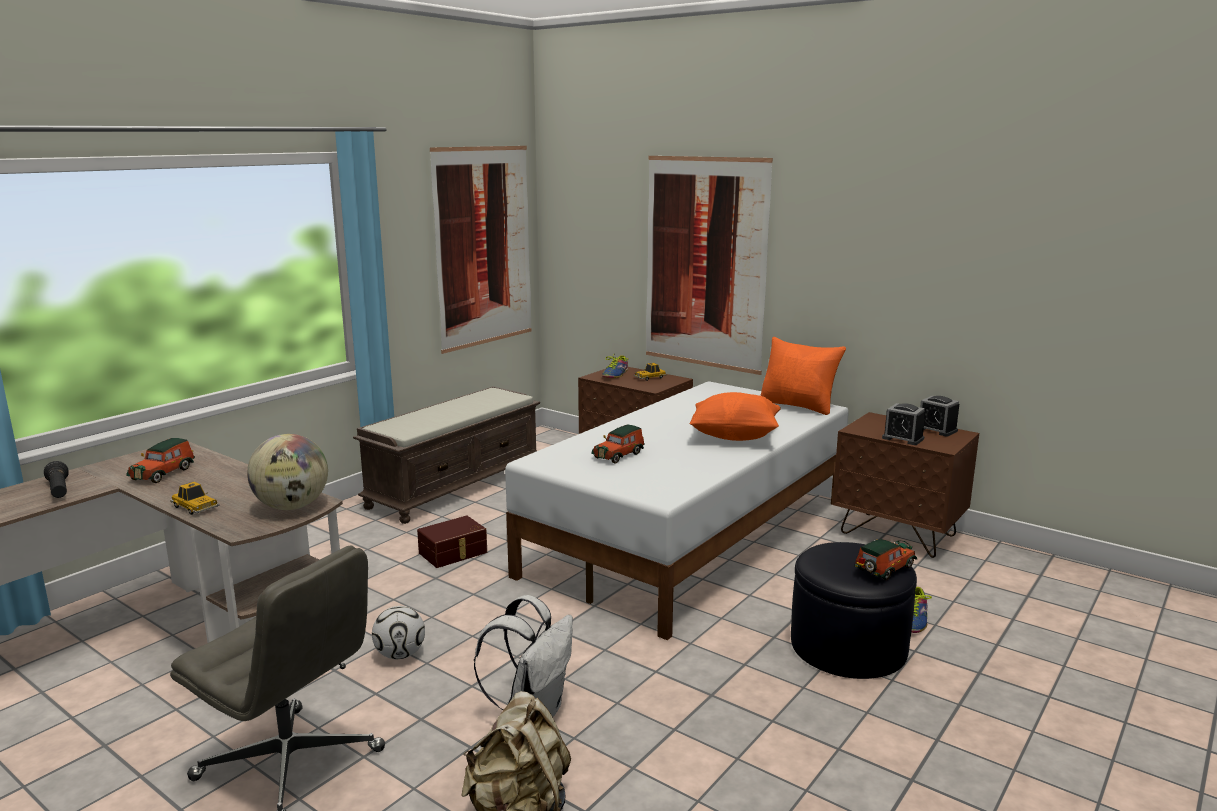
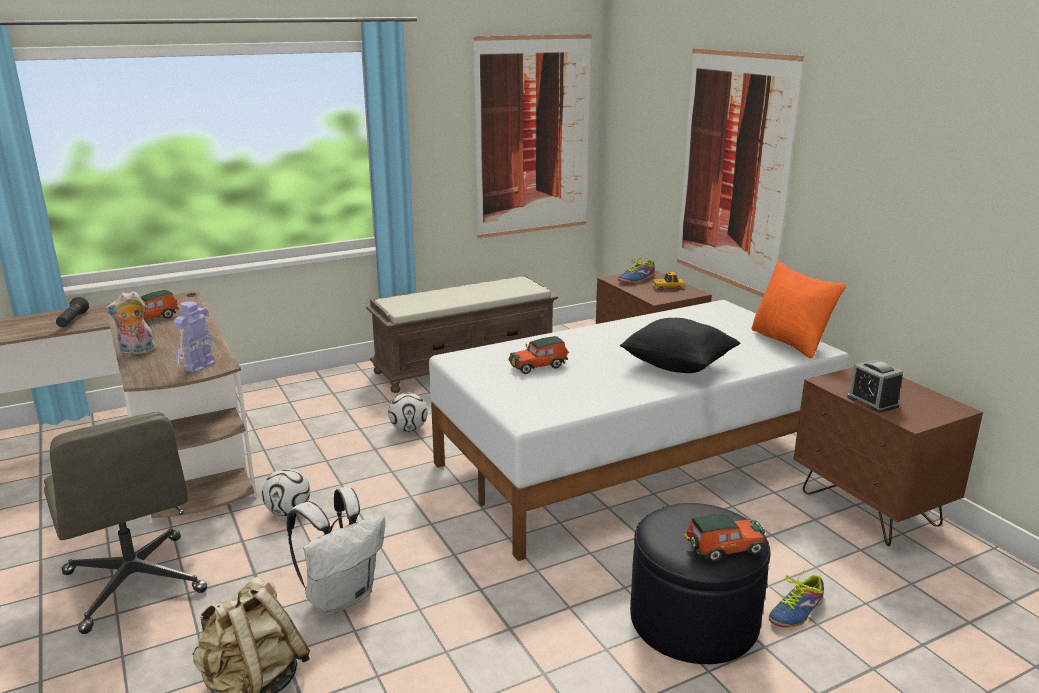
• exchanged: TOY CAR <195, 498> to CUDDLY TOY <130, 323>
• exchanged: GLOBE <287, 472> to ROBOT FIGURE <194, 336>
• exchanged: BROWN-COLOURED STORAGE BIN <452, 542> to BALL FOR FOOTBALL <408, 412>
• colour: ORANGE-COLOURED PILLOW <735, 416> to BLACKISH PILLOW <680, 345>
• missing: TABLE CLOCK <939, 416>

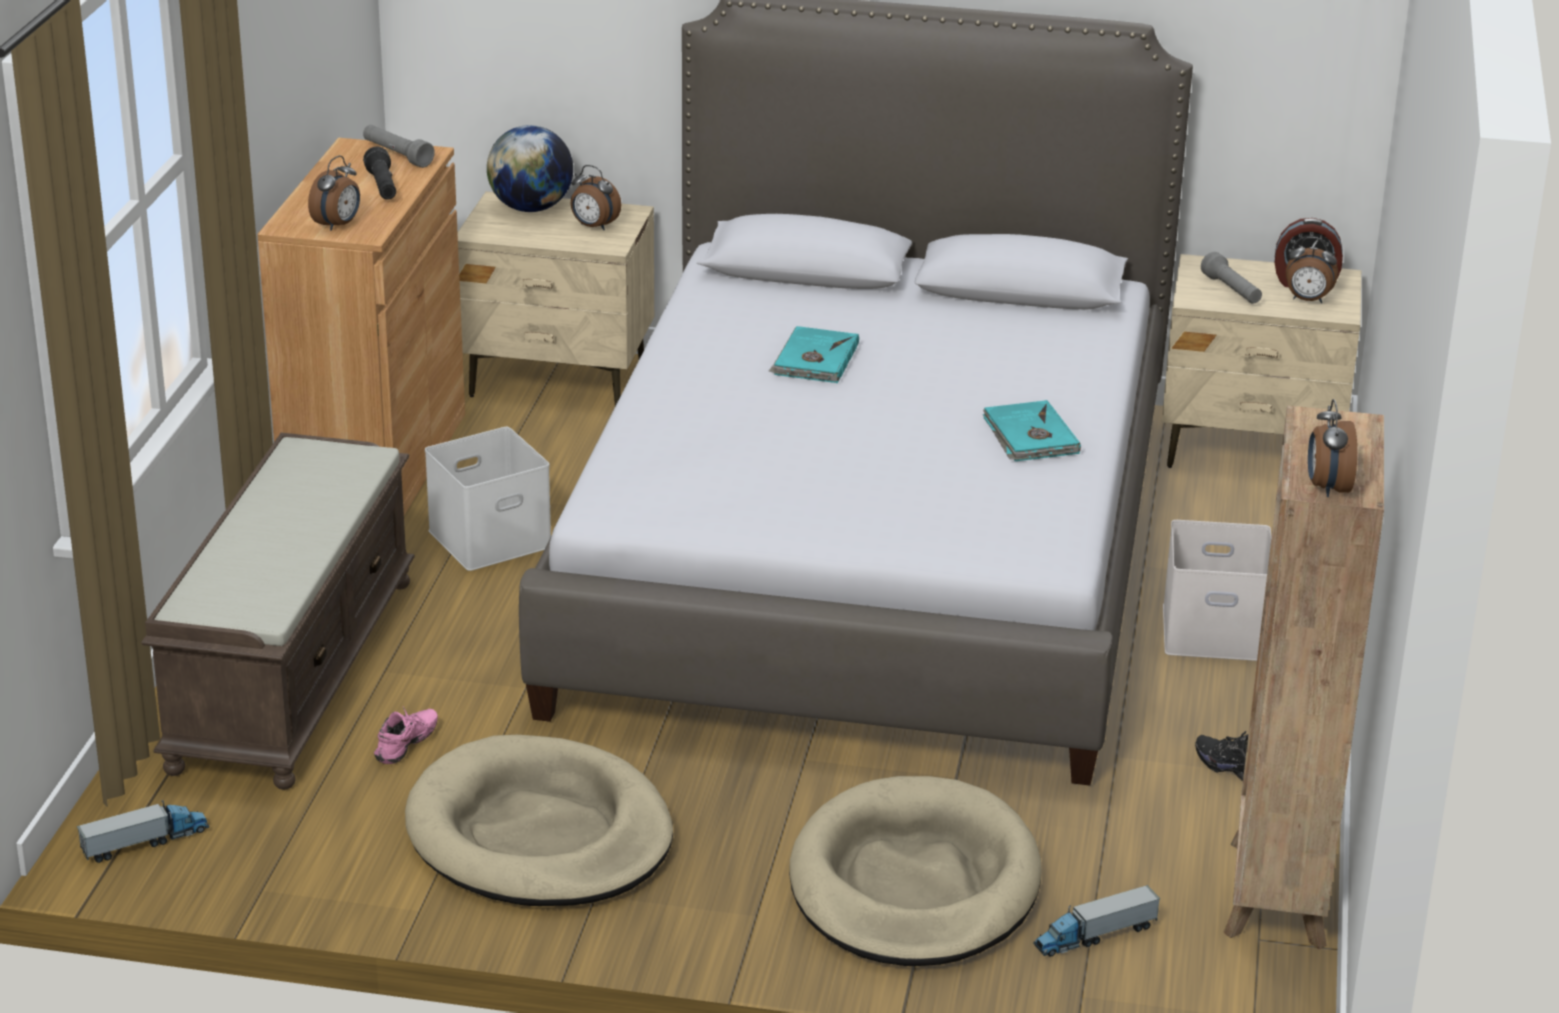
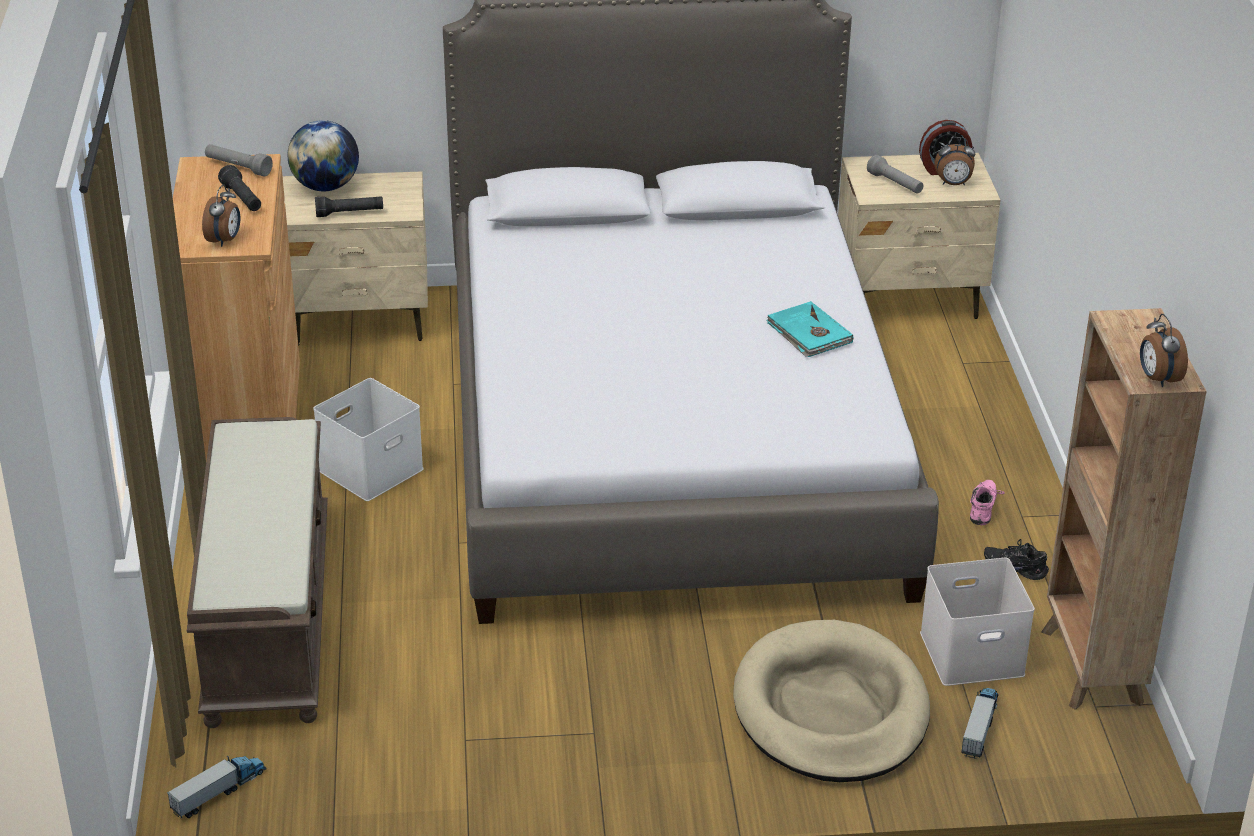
• appeared: BLACKISH HAND TORCH <349, 206>
• relocated: WHITISH STORAGE BIN <1217, 590> to <977, 622>
• spun: TOY TRUCK <1096, 921> = <979, 723> 150 degrees clockwise
• relocated: PINK-COLOURED LOW SHOE <406, 735> to <987, 502>
• missing: BEIGE PET BED <539, 820>
• missing: TABLE CLOCK <596, 197>
• missing: TURQUOISE-COLOURED VOLUME <814, 354>

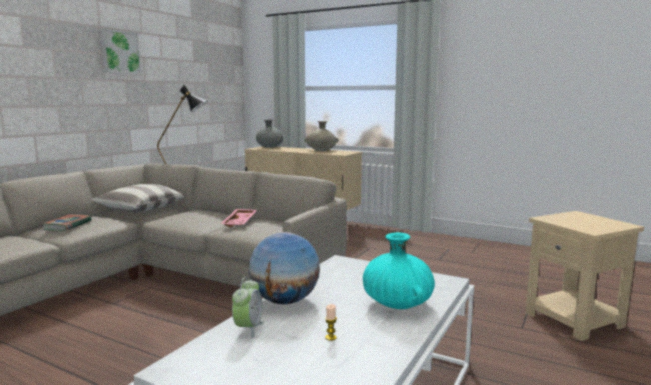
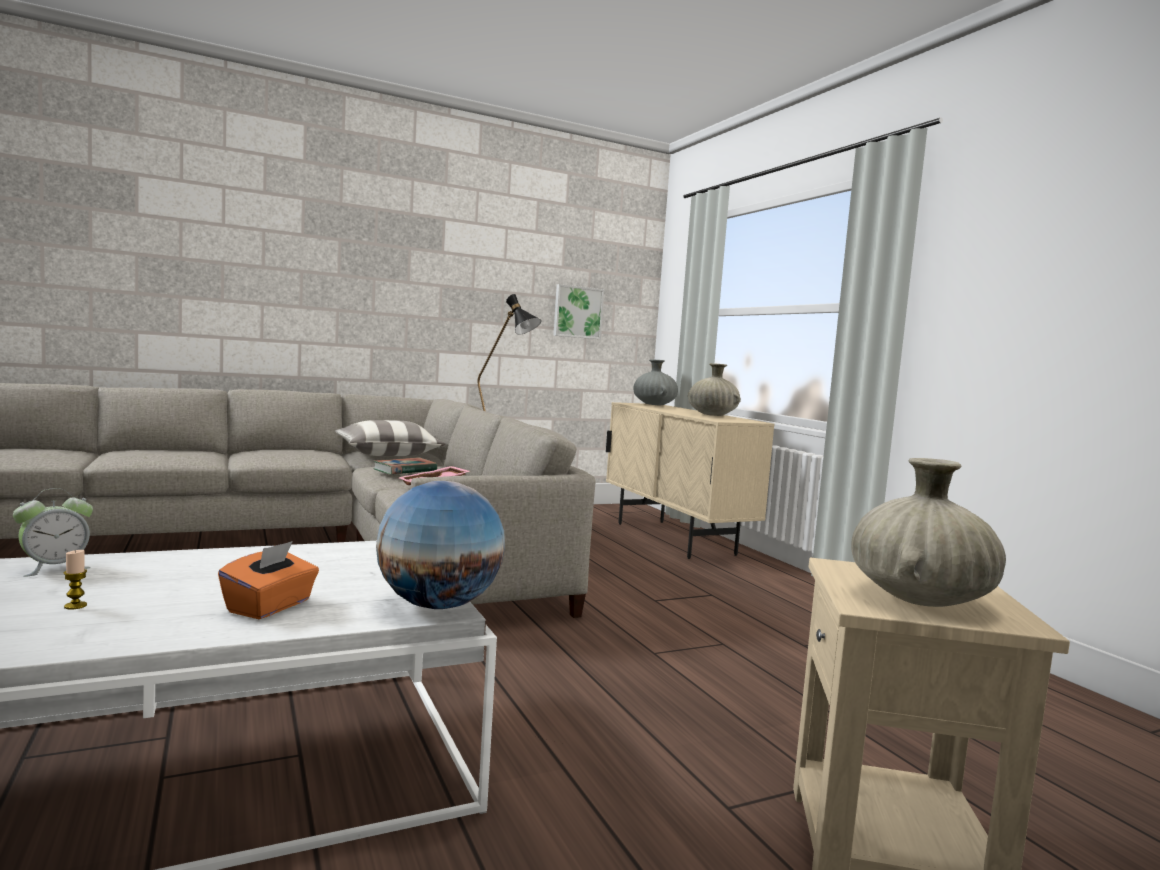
• exchanged: TURQUOISE-COLOURED FLOWER VASE <399, 270> to ORANGE-COLOURED TISSUE BOX <268, 580>
• relocated: VOLUME <67, 222> to <405, 465>
• relocated: GLOBE <284, 268> to <440, 545>
• relocated: WALL ART <120, 51> to <578, 311>
• appeared: BEIGE FLOWER VASE <928, 532>

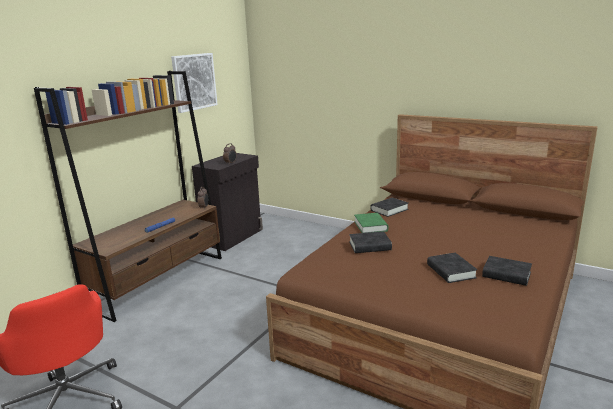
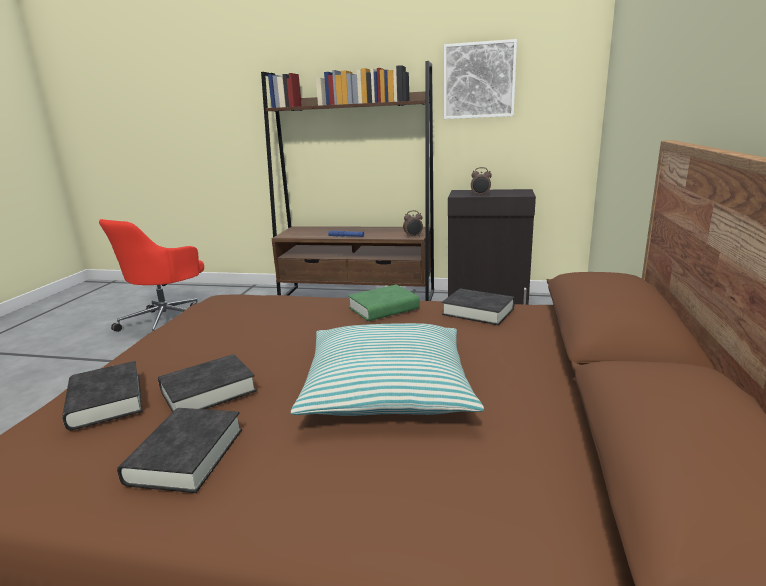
• relocated: BLACKISH VOLUME <370, 242> to <102, 395>
• appeared: PILLOW <387, 369>

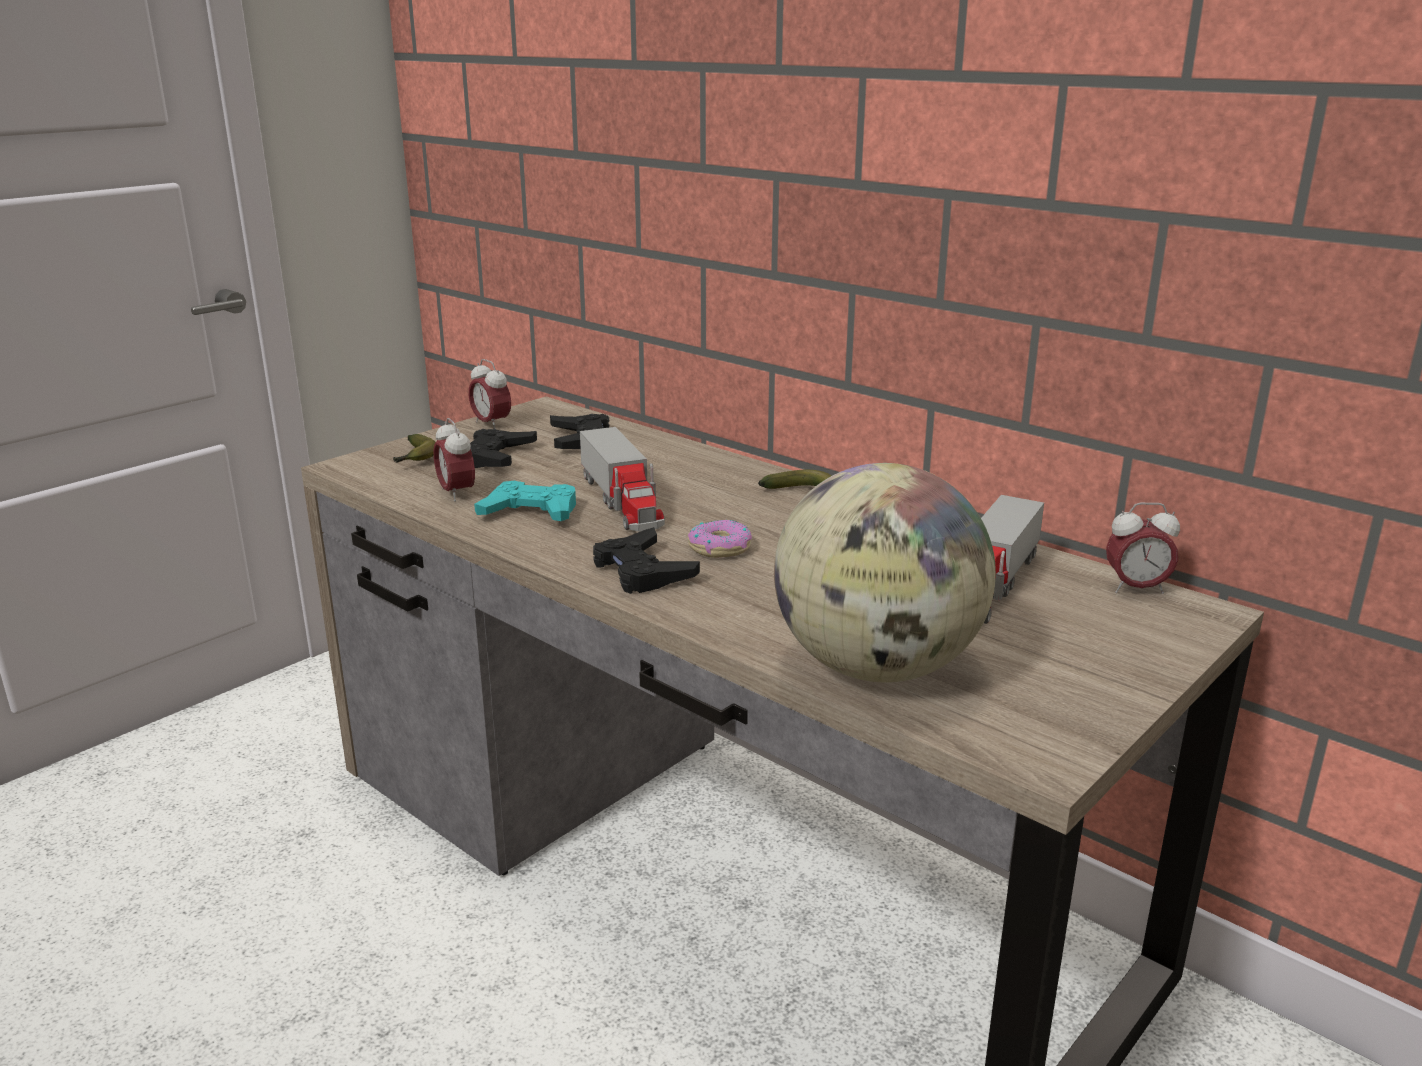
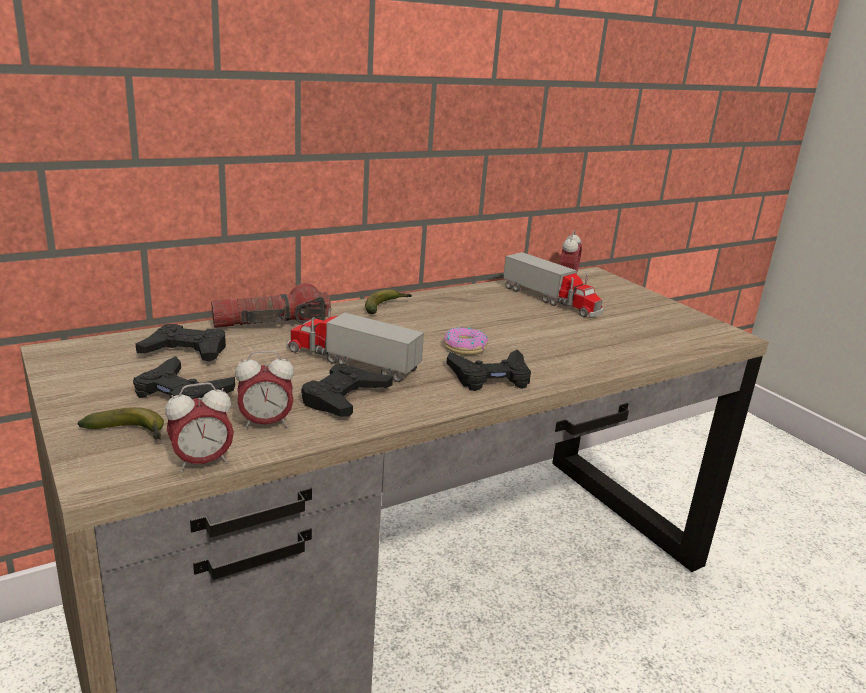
• relocated: TABLE CLOCK <490, 394> to <199, 427>
• appeared: HAND TORCH <271, 305>
• spun: TOY TRUCK <622, 479> = <355, 345> 150 degrees counterclockwise
• colour: TURQUOISE-COLOURED JOYPAD <525, 501> to BLACKISH JOYPAD <347, 390>
• missing: GLOBE <885, 573>

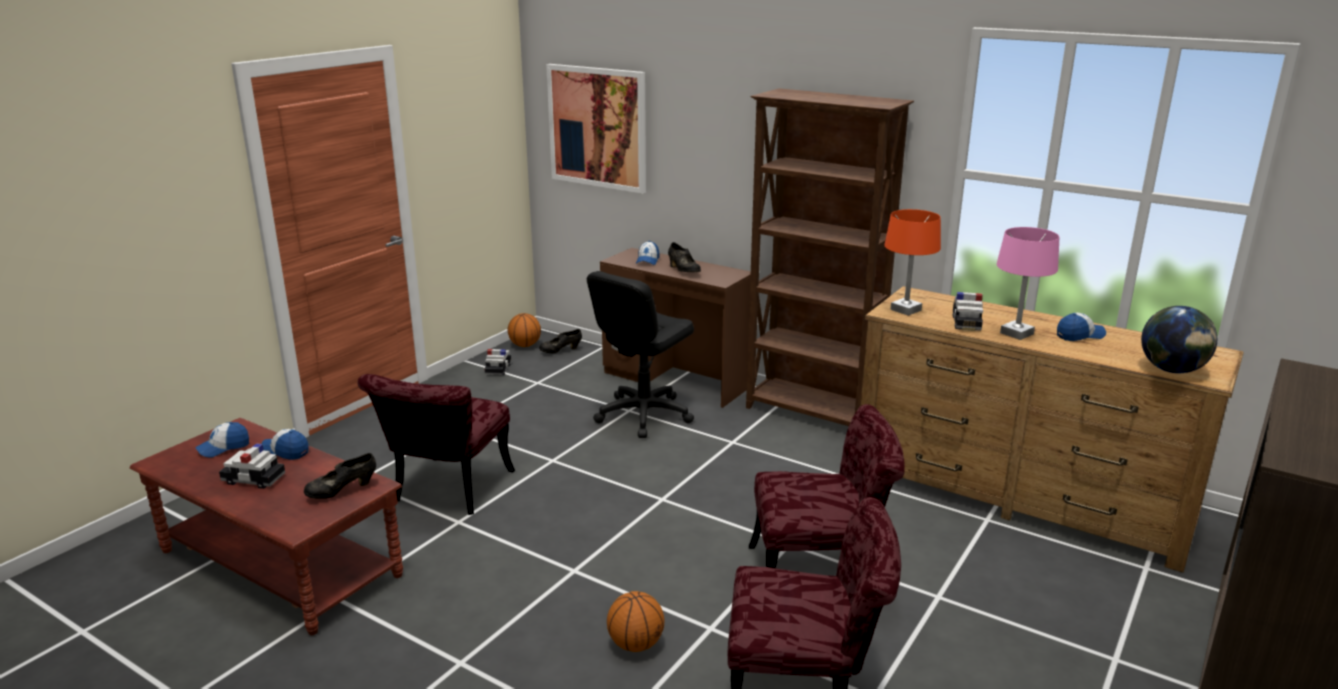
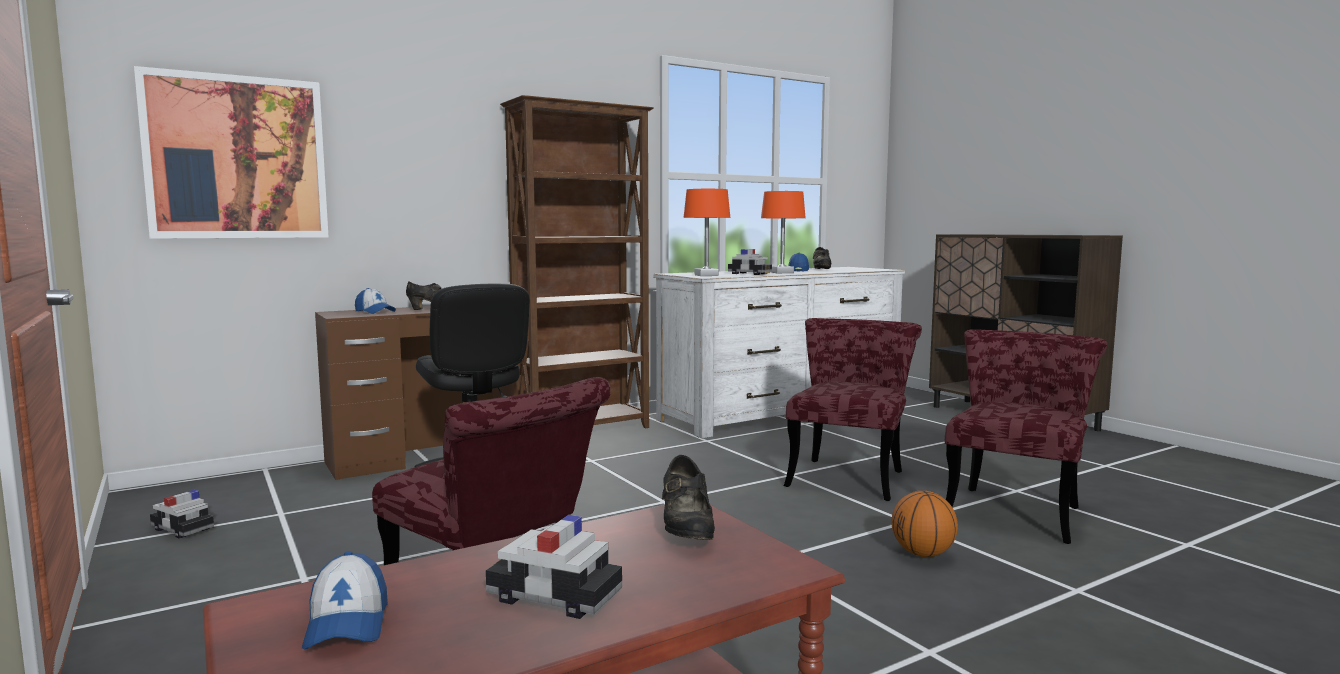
• spun: TOY CAR <252, 466> = <554, 567> 75 degrees clockwise
• colour: BROWN-COLOURED DRAWER CHEST <1052, 429> to WHITISH DRAWER CHEST <779, 352>
• colour: PINK-COLOURED TABLE LAMP <1028, 283> to ORANGE-COLOURED TABLE LAMP <783, 232>
• relocated: BLACKISH LOW SHOE <560, 341> to <822, 258>
• missing: PEAKED CAP <285, 444>
• missing: BALL FOR BASKETBALL <524, 330>
• missing: GLOBE <1179, 340>

